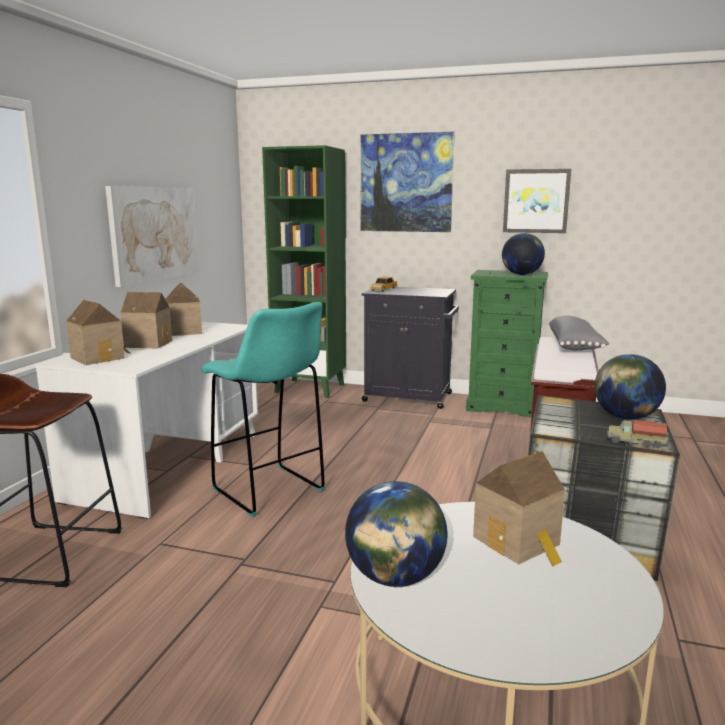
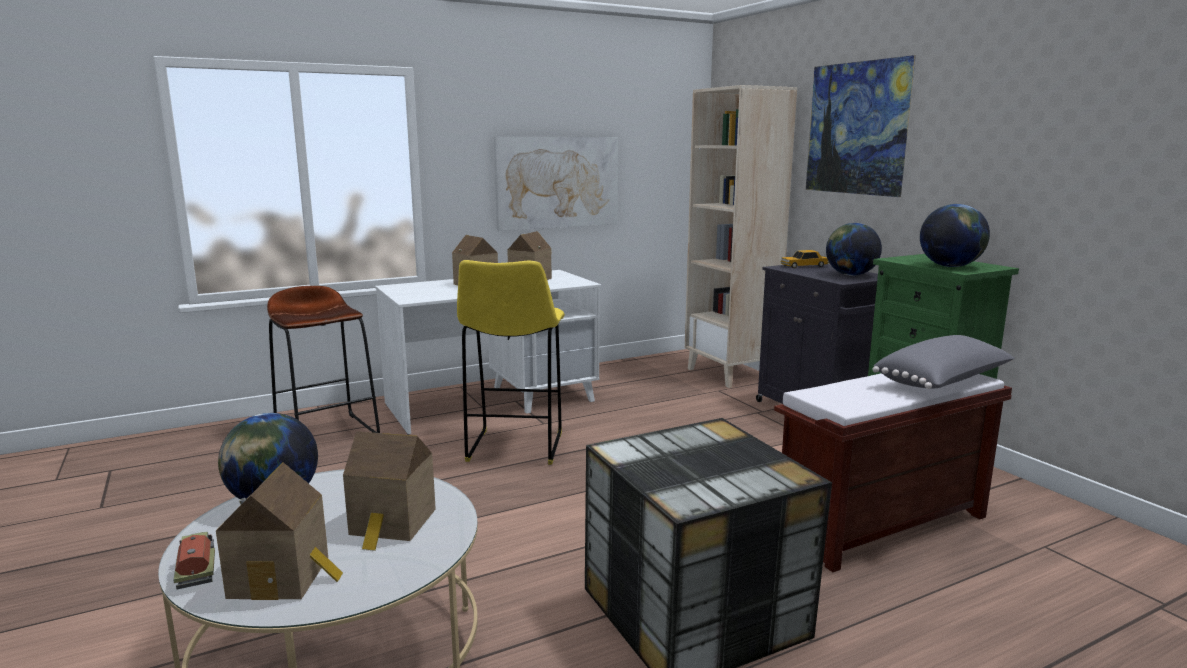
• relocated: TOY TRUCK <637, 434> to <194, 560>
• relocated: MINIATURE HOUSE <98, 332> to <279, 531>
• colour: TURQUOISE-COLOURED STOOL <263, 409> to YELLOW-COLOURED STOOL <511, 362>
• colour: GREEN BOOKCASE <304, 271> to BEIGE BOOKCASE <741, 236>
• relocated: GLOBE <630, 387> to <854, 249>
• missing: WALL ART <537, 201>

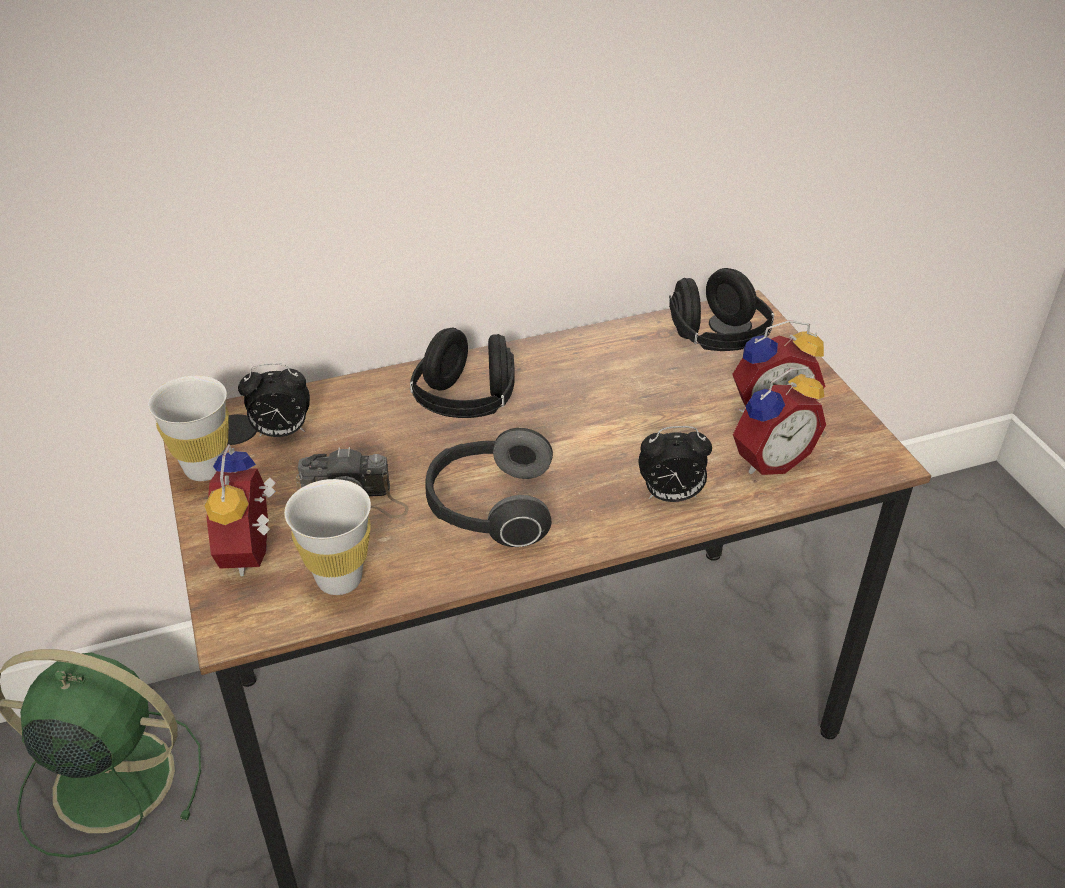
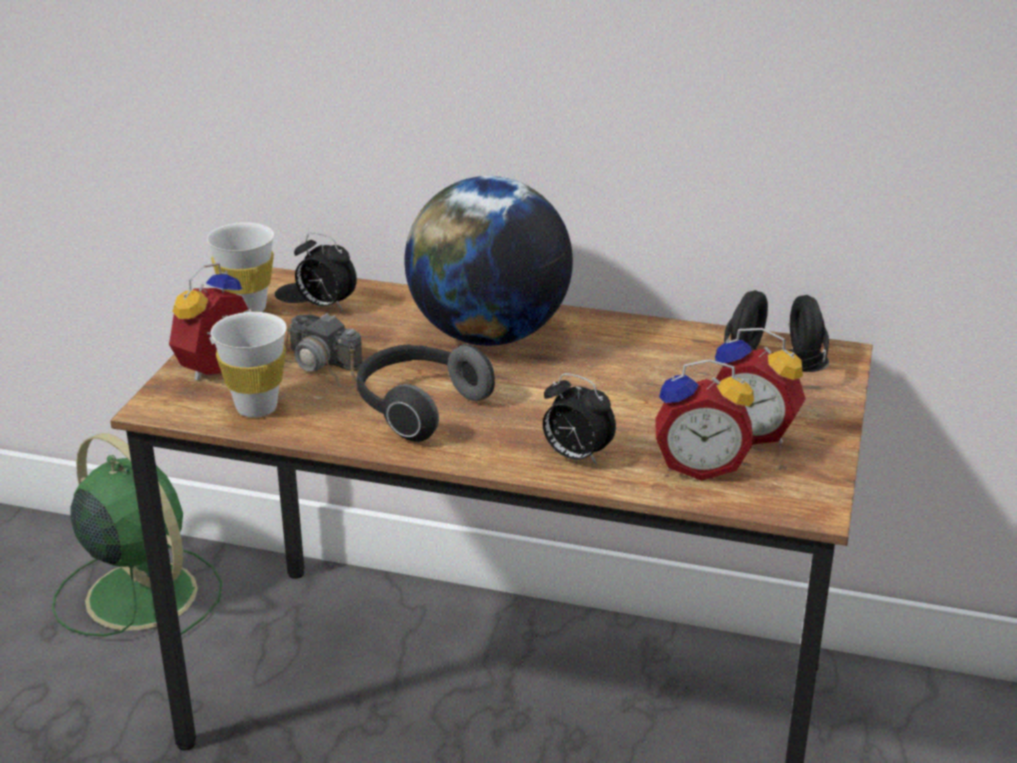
• exchanged: BLACKISH PAIR OF HEADPHONES <462, 372> to GLOBE <488, 261>

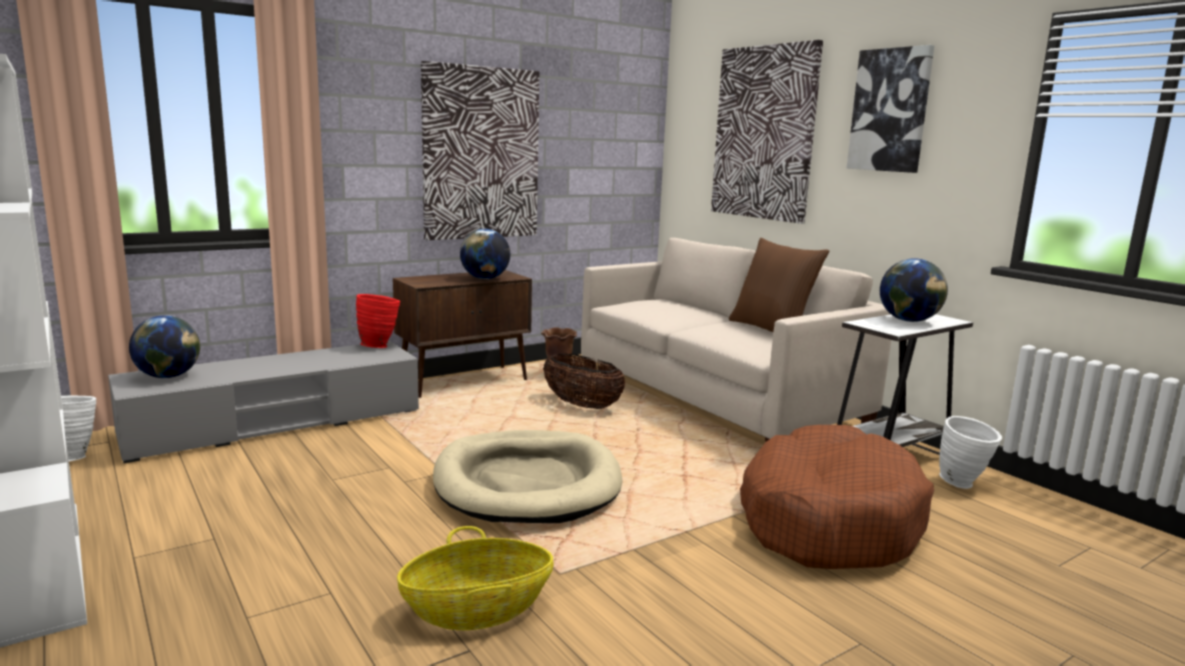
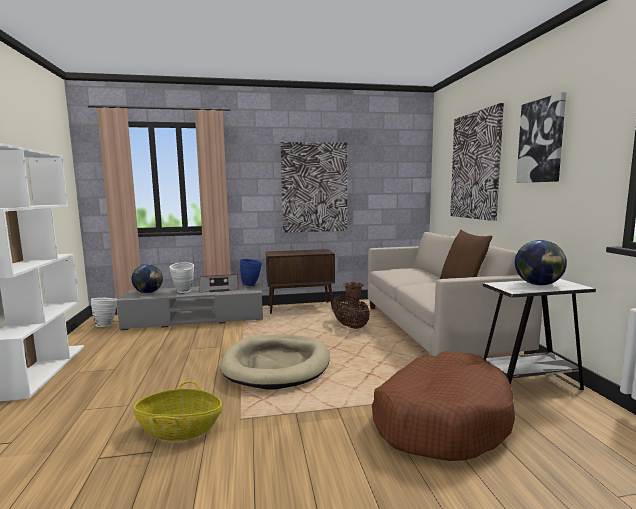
• relocated: WHITISH FLOWER VASE <970, 452> to <182, 277>
• appeared: RADIO <219, 283>
• colour: RED FLOWER VASE <378, 321> to BLUE FLOWER VASE <251, 272>
• missing: GLOBE <485, 254>

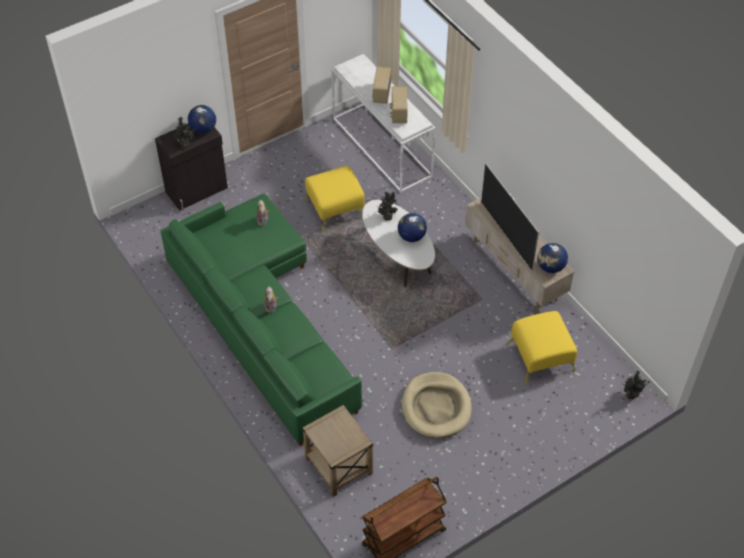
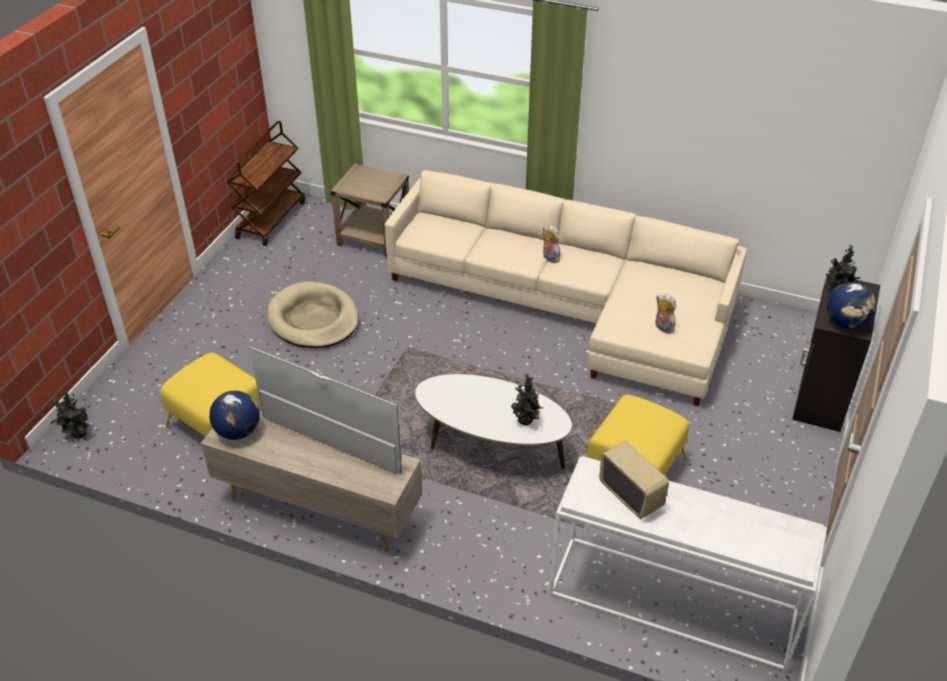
• colour: GREEN COUCH <261, 320> to BEIGE COUCH <566, 288>
• missing: RADIO <382, 85>
• missing: GLOBE <412, 227>

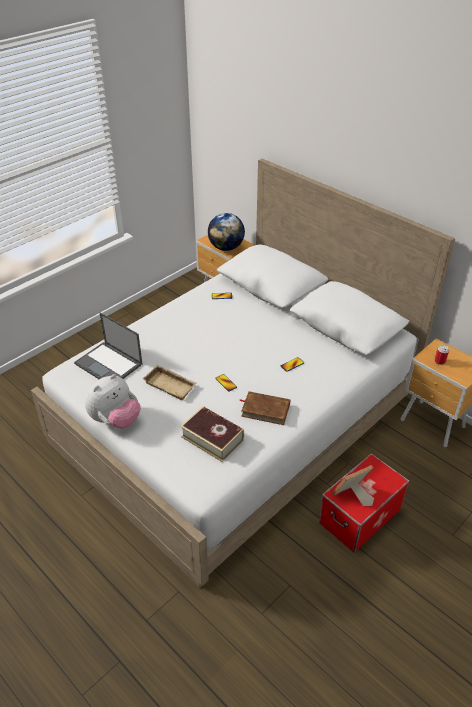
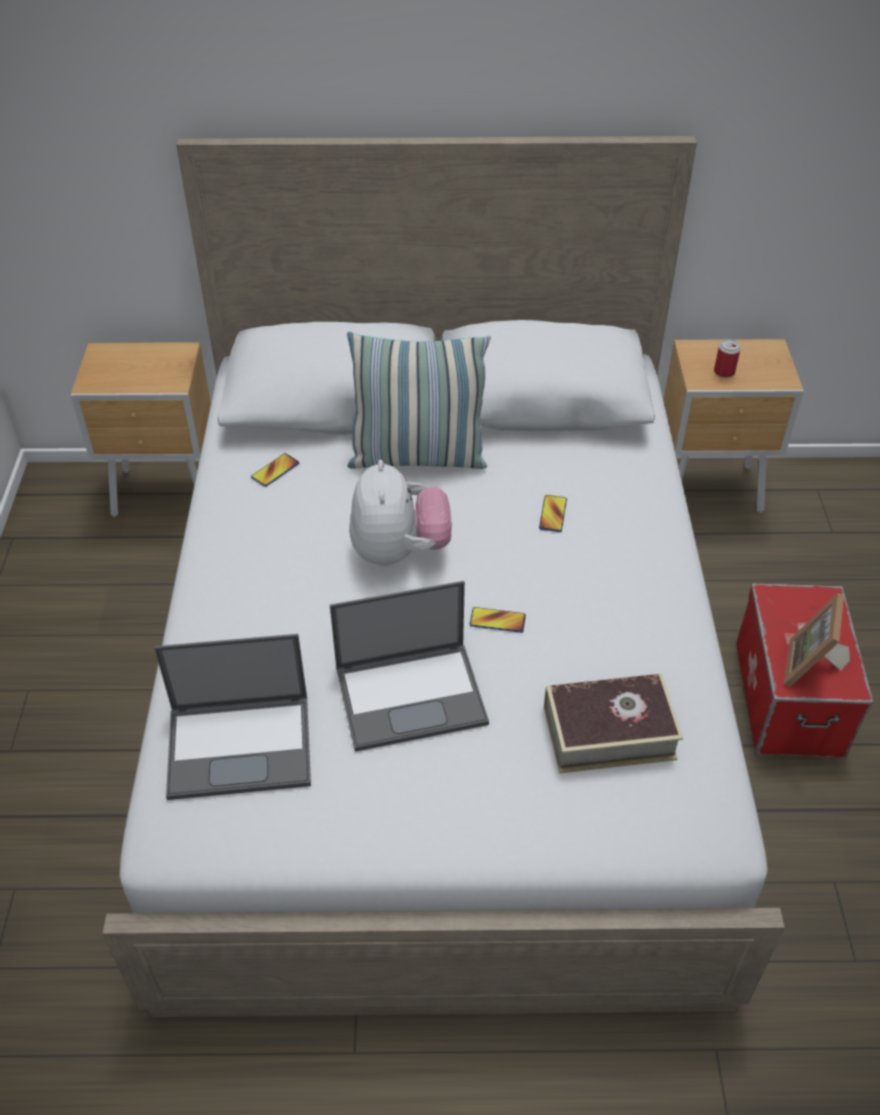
• exchanged: BEIGE TRAY <169, 382> to NOTEBOOK COMPUTER <409, 666>
• appeared: PILLOW <419, 400>
• relocated: CUDDLY TOY <113, 401> to <400, 513>
• missing: GLOBE <226, 232>
• missing: BROWN-COLOURED VOLUME <264, 408>

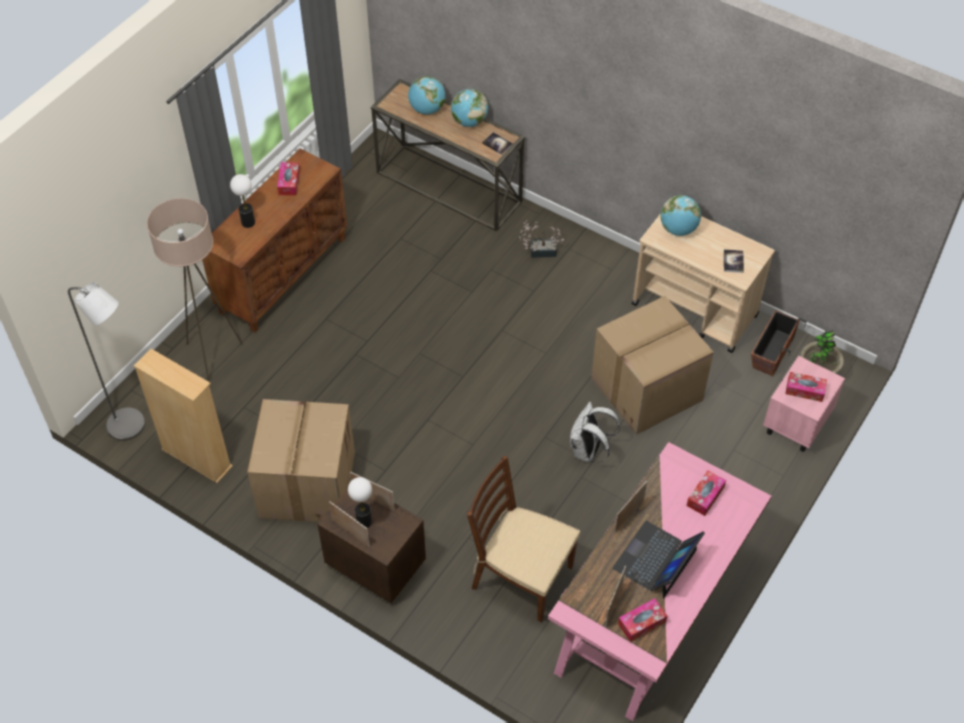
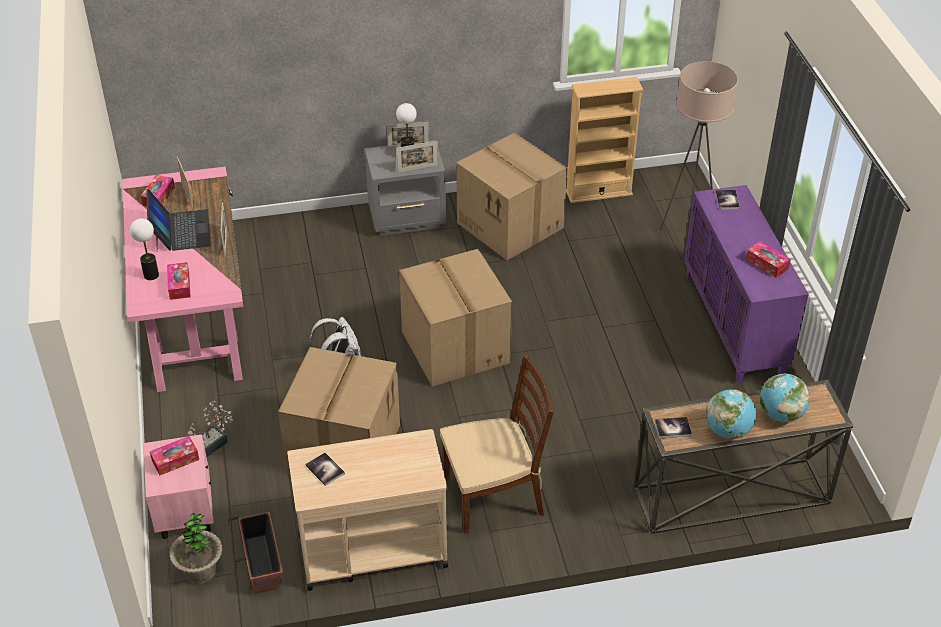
• relocated: TABLE LAMP <242, 201> to <144, 249>
• relocated: POTTED PLANT <541, 239> to <210, 429>
• colour: BROWN-COLOURED NIGHTSTAND <371, 545> to GREY NIGHTSTAND <405, 188>
• appeared: PACKING BOX <455, 318>
• relocated: BROWN-COLOURED CHAIR <523, 539> to <497, 444>
• colour: BROWN-COLOURED CUPBOARD <275, 240> to PURPLE CUPBOARD <746, 284>
• appeared: VOLUME <728, 199>
• missing: GREY STANDARD LAMP <106, 361>
• missing: GLOBE <680, 215>

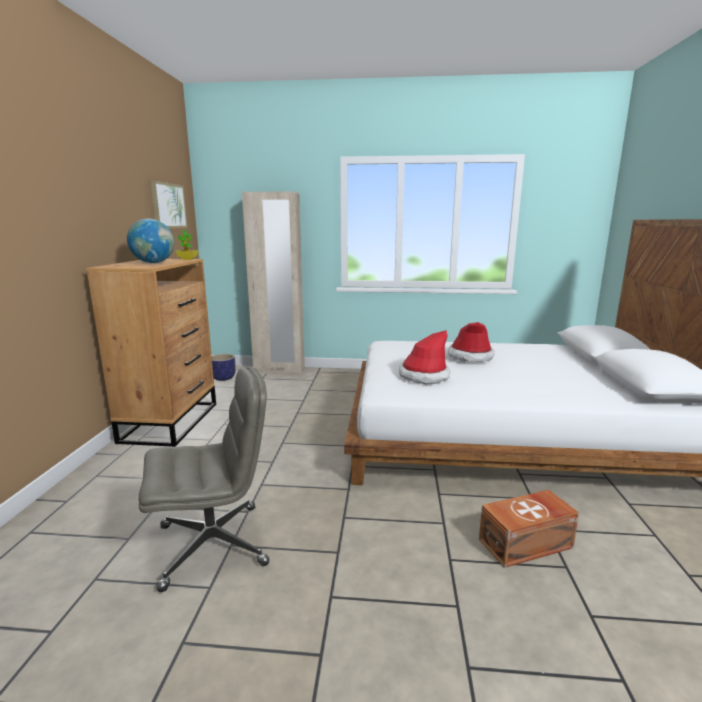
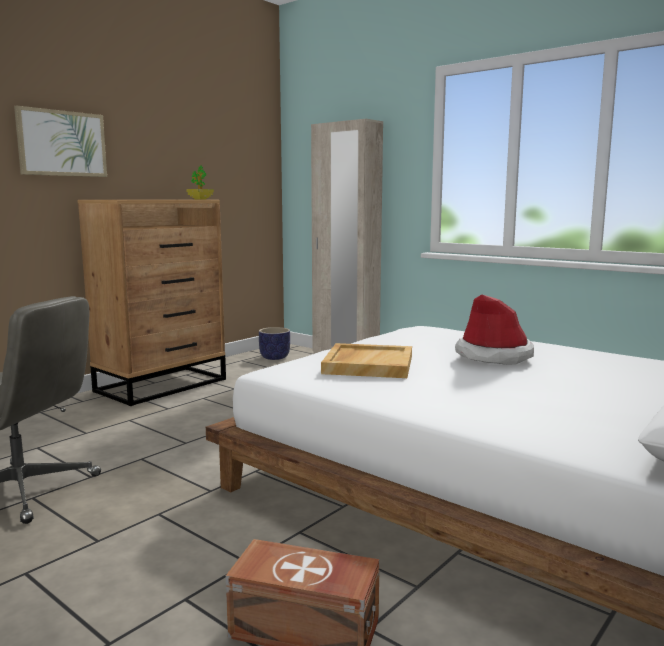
• relocated: WALL ART <169, 205> to <60, 141>
• exchanged: CLOTHING HAT <424, 357> to BEIGE TRAY <366, 360>
• missing: GLOBE <150, 241>

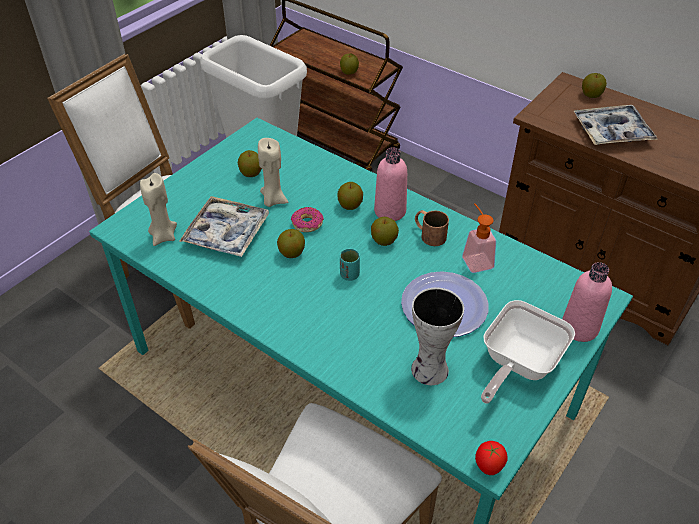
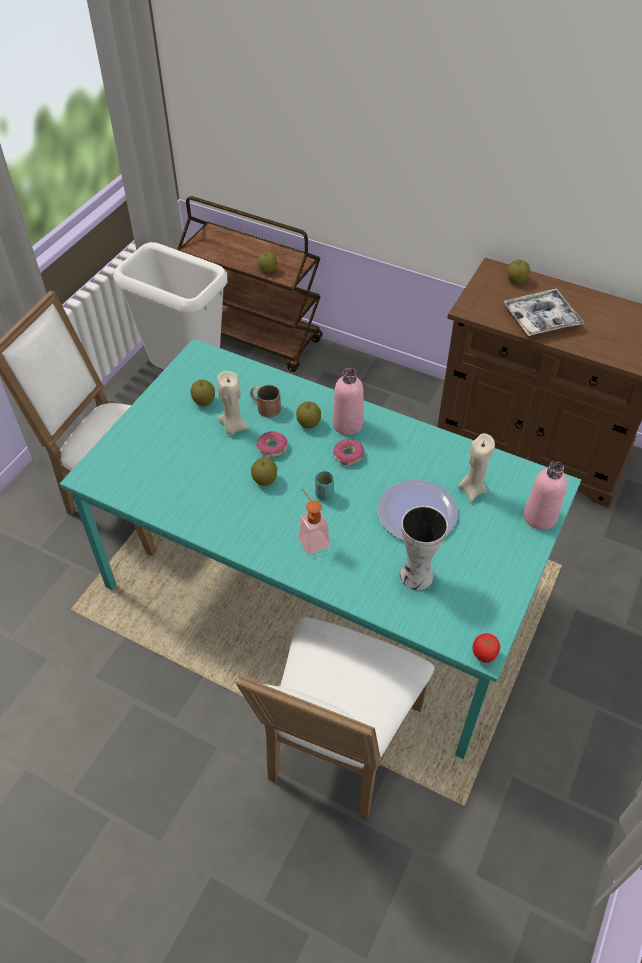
• relocated: BROWN-COLOURED MUG <432, 228> to <265, 401>
• relocated: LIQUID SOAP BOTTLE <479, 238> to <314, 521>
• exchanged: APPLE FRUIT <385, 231> to DONUT <348, 452>
• relocated: BEIGE WAX LIGHT <158, 209> to <476, 467>
• missing: TRAY <224, 226>
• missing: PAN <528, 352>

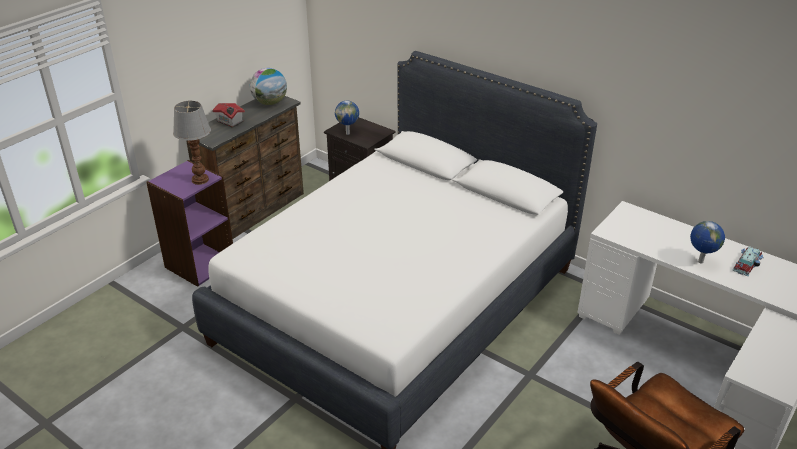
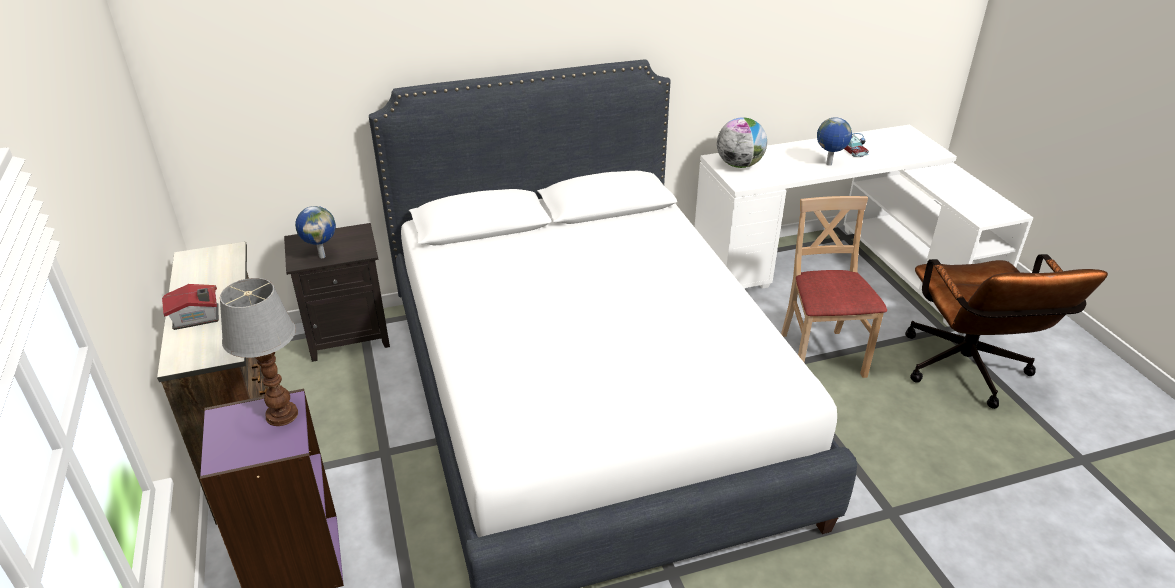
• relocated: GLOBE <268, 86> to <742, 142>
• appeared: BEIGE CHAIR <834, 287>

